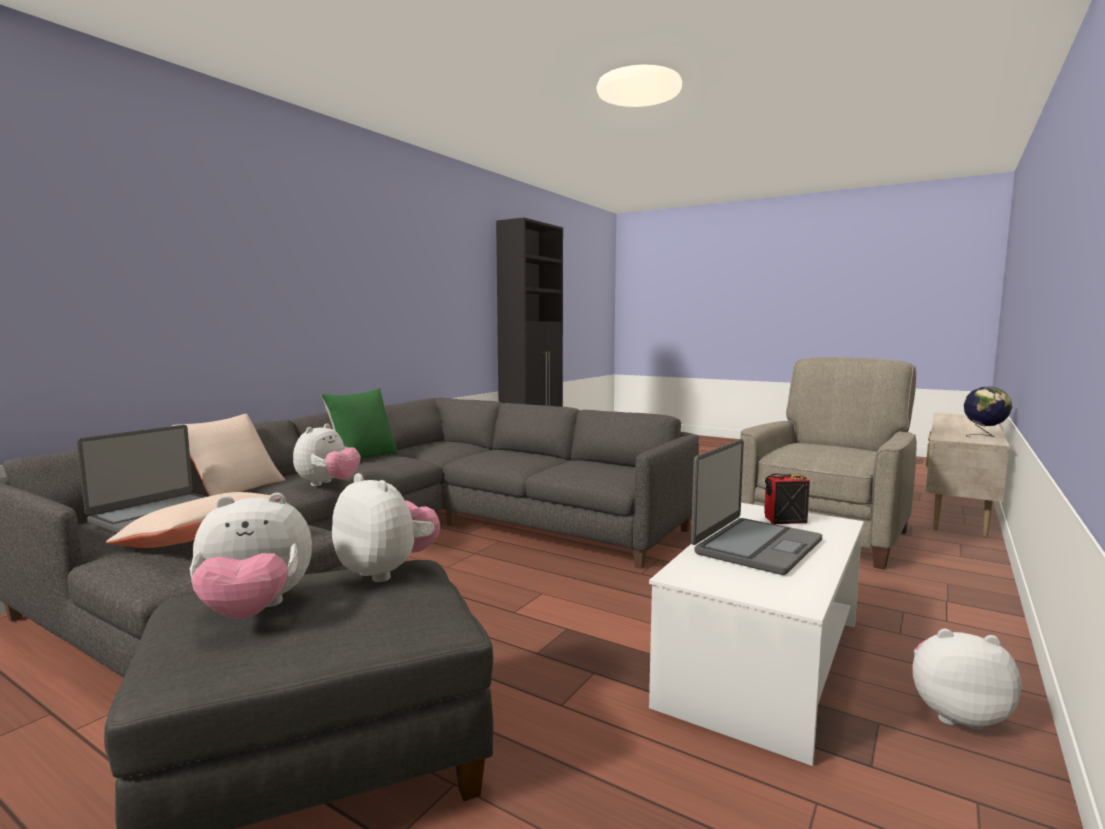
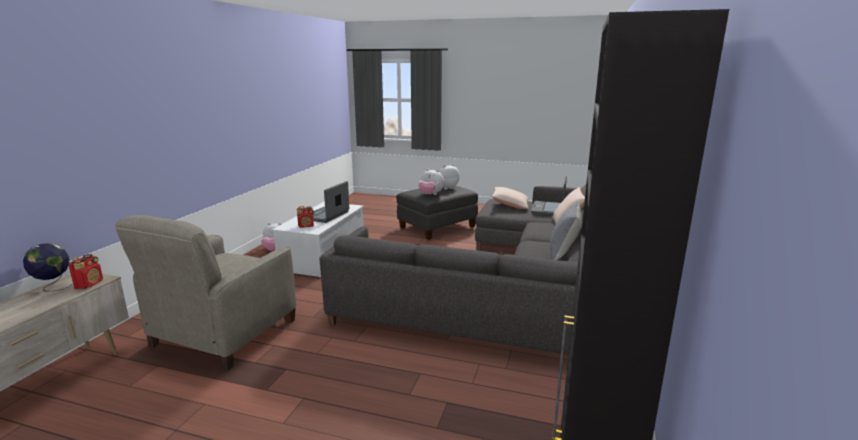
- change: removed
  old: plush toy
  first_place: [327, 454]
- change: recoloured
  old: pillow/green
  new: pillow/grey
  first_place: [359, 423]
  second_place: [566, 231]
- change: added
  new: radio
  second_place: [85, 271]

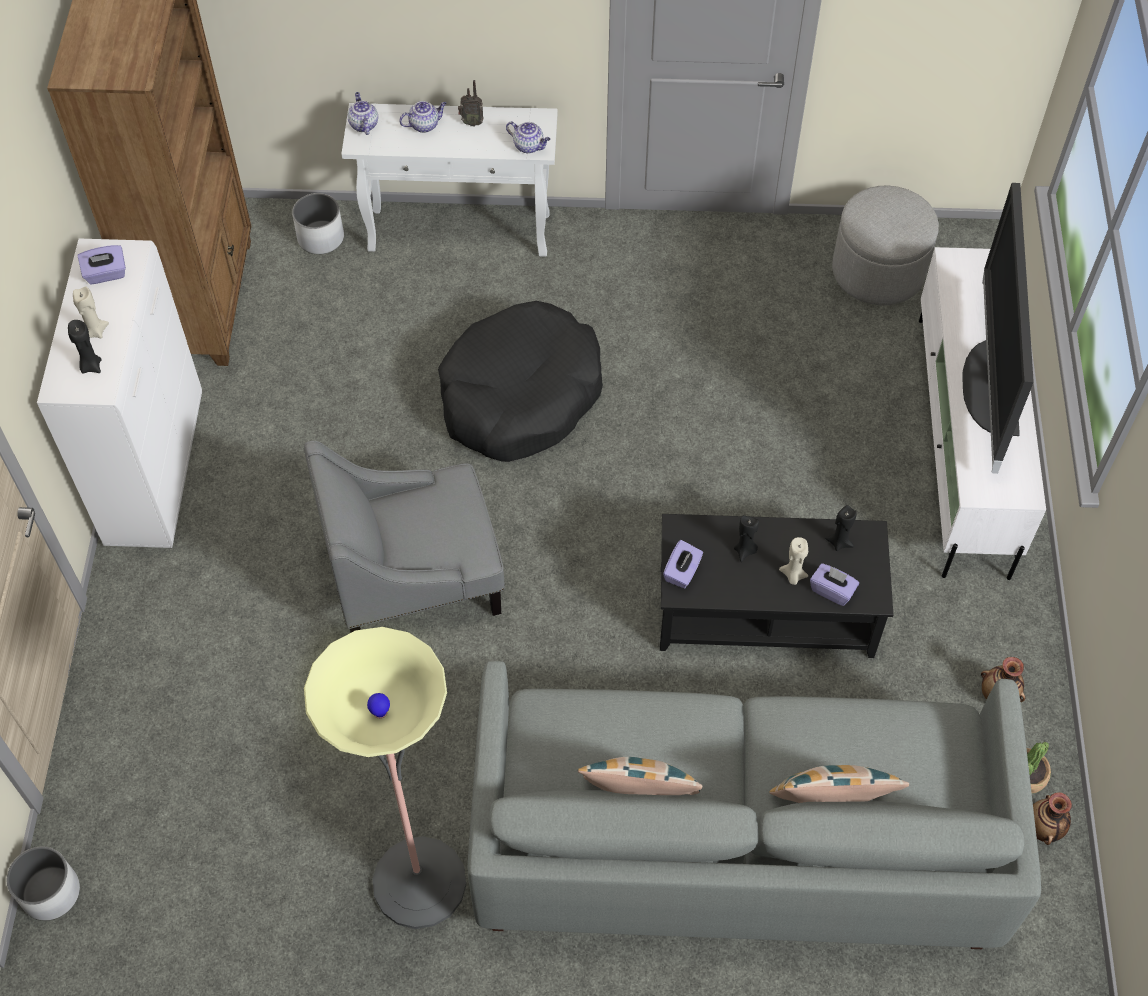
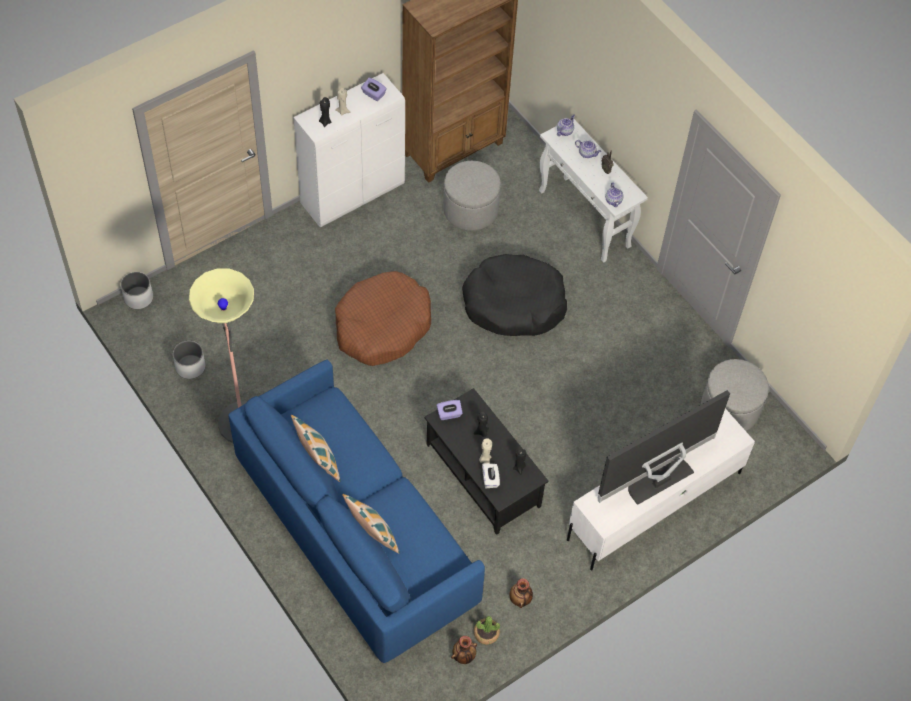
- change: moved
  old: planter/white
  first_place: [318, 223]
  second_place: [189, 360]
- change: replaced
  old: armchair/grey
  new: dog bed/brown
  first_place: [404, 536]
  second_place: [383, 318]
- change: recoloured
  old: sofa/grey
  new: sofa/blue
  first_place: [754, 805]
  second_place: [356, 511]
- change: recoloured
  old: tissue box/purple
  new: tissue box/white
  first_place: [834, 584]
  second_place: [491, 475]
- change: added
  new: ottoman/grey
  second_place: [472, 196]

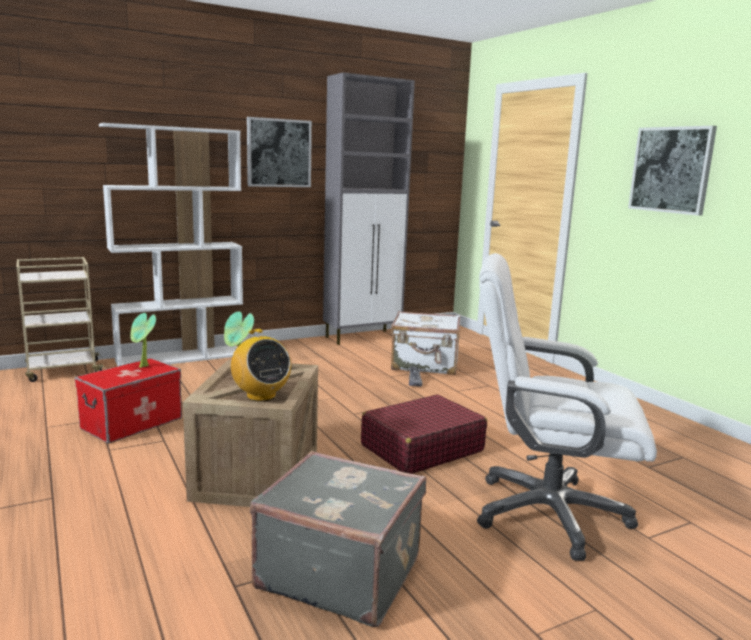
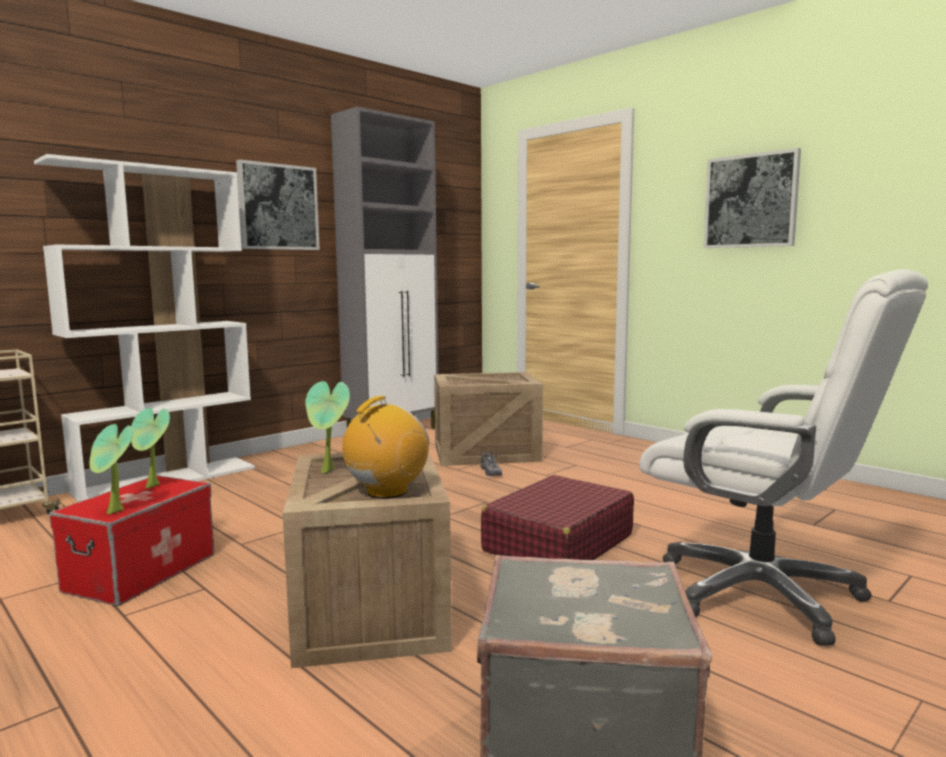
- change: turned
  old: radio
  first_place: [261, 365]
  second_place: [385, 447]
  degrees: -90
- change: replaced
  old: suitcase/white
  new: crate
  first_place: [425, 343]
  second_place: [488, 419]
- change: turned
  old: office chair/white
  first_place: [567, 407]
  second_place: [783, 457]
  degrees: -135
- change: added
  new: potted plant
  second_place: [111, 469]

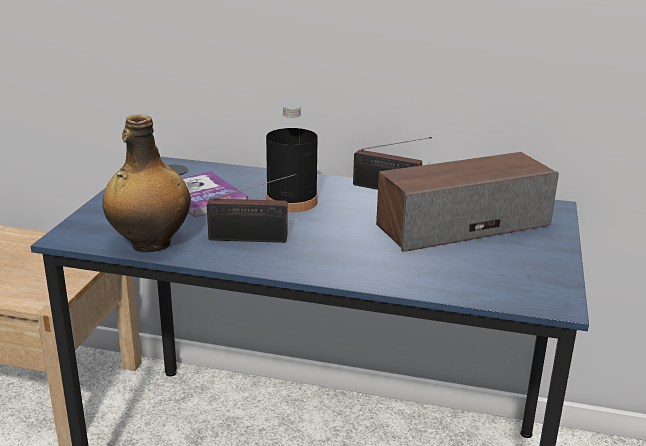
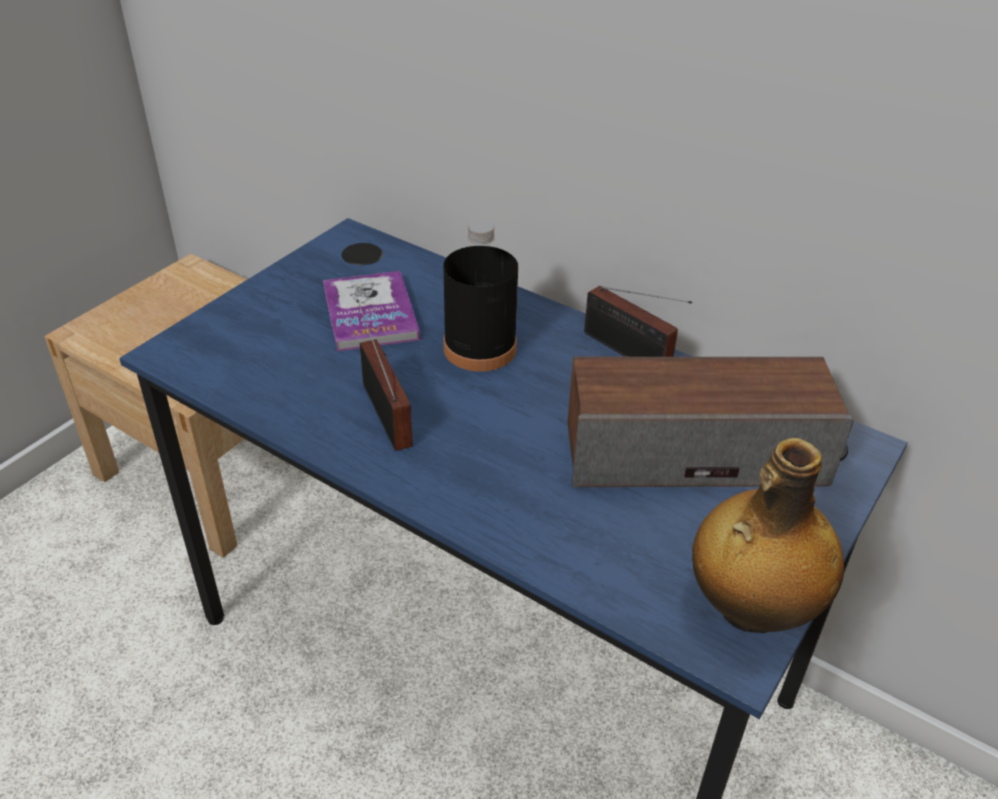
- change: moved
  old: bottle
  first_place: [146, 183]
  second_place: [768, 535]
- change: turned
  old: radio
  first_place: [252, 208]
  second_place: [384, 375]
  degrees: -135

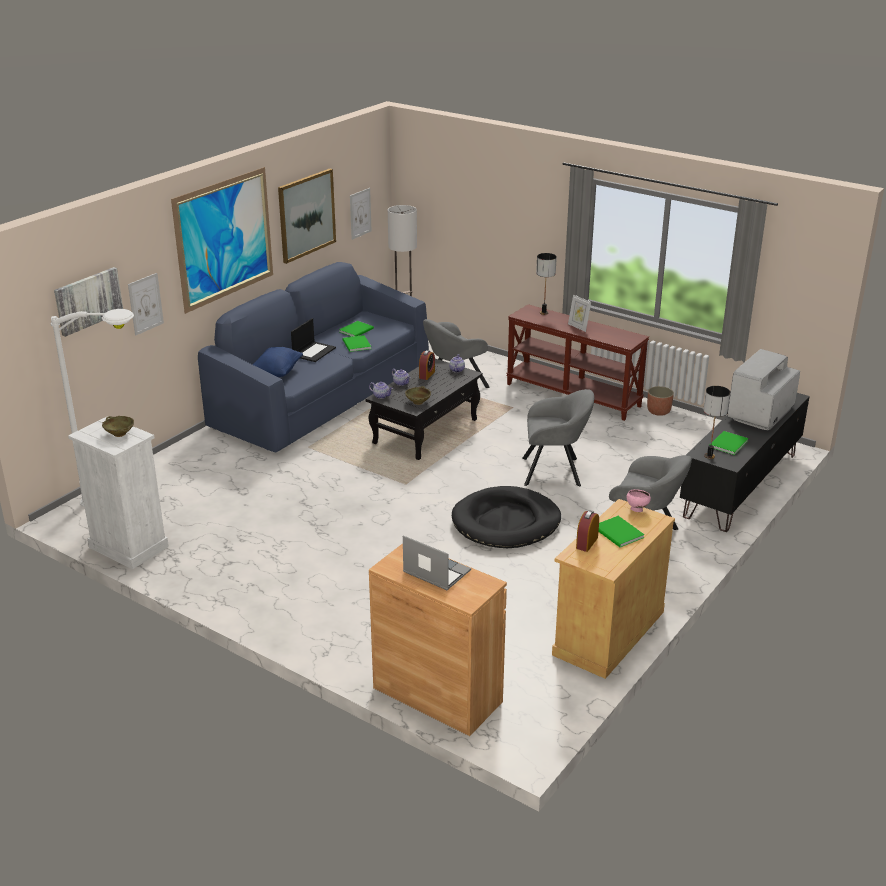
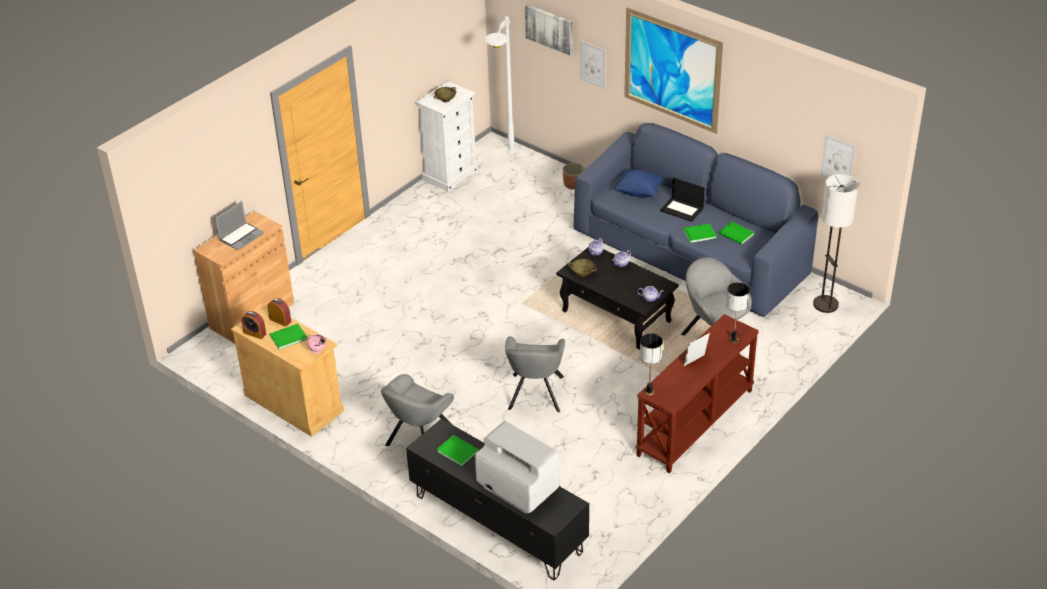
- change: removed
  old: picture
  first_place: [307, 216]
- change: moved
  old: alarm clock
  first_place: [427, 365]
  second_place: [253, 325]
- change: removed
  old: dog bed/black
  first_place: [506, 517]
- change: moved
  old: planter
  first_place: [660, 401]
  second_place: [574, 176]
- change: moved
  old: table lamp
  first_place: [716, 422]
  second_place: [651, 364]

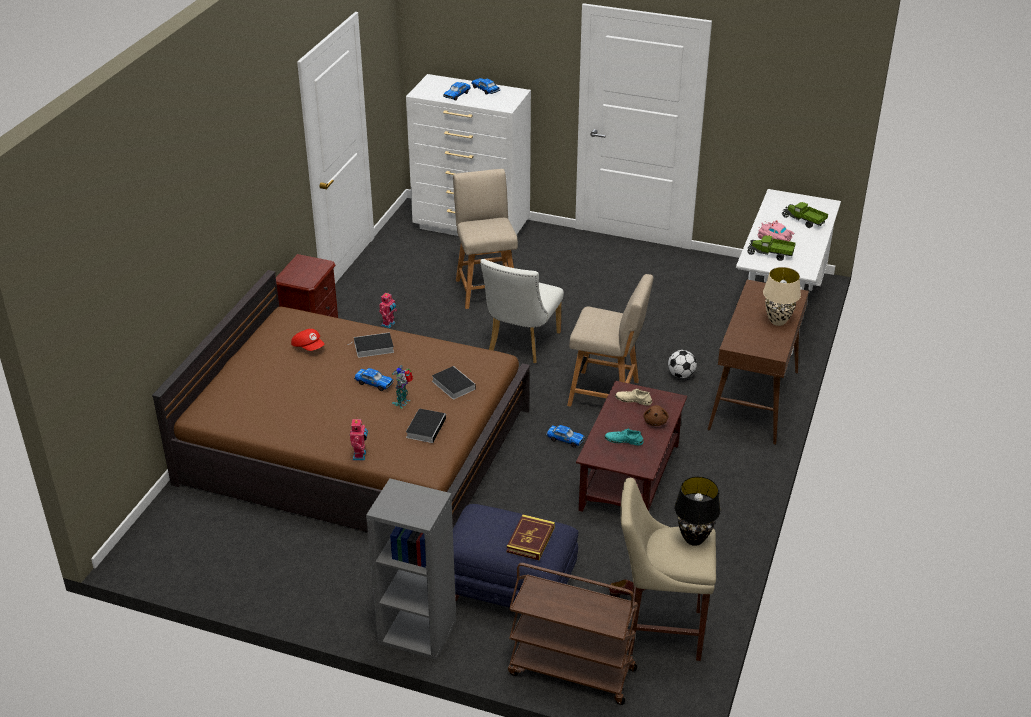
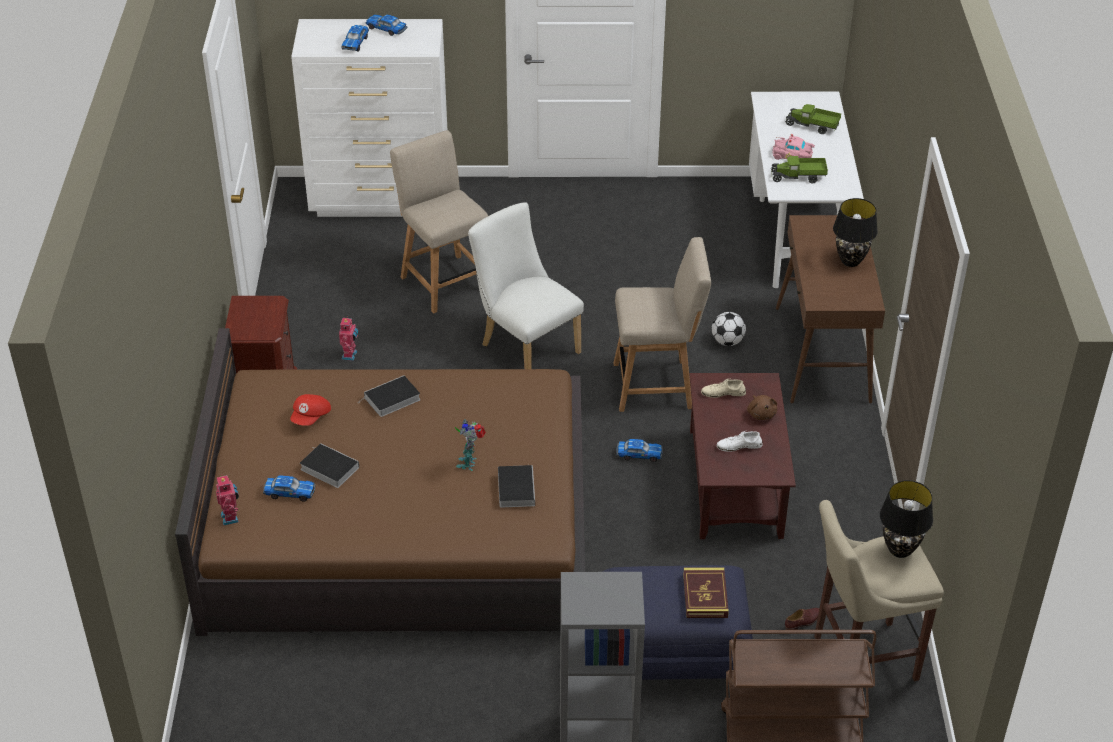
- change: turned
  old: cap/red
  first_place: [307, 340]
  second_place: [310, 410]
  degrees: 90
- change: moved
  old: toy robot
  first_place: [359, 440]
  second_place: [227, 500]
- change: moved
  old: toy car
  first_place: [374, 379]
  second_place: [289, 489]
- change: moved
  old: book
  first_place: [454, 383]
  second_place: [329, 465]
- change: turned
  old: chair/white
  first_place: [522, 311]
  second_place: [526, 286]
  degrees: 135
- change: recoloured
  old: shoe/turquoise
  new: shoe/white
  first_place: [624, 437]
  second_place: [740, 441]
- change: recoloured
  old: table lamp/beige
  new: table lamp/black
  first_place: [782, 296]
  second_place: [855, 232]

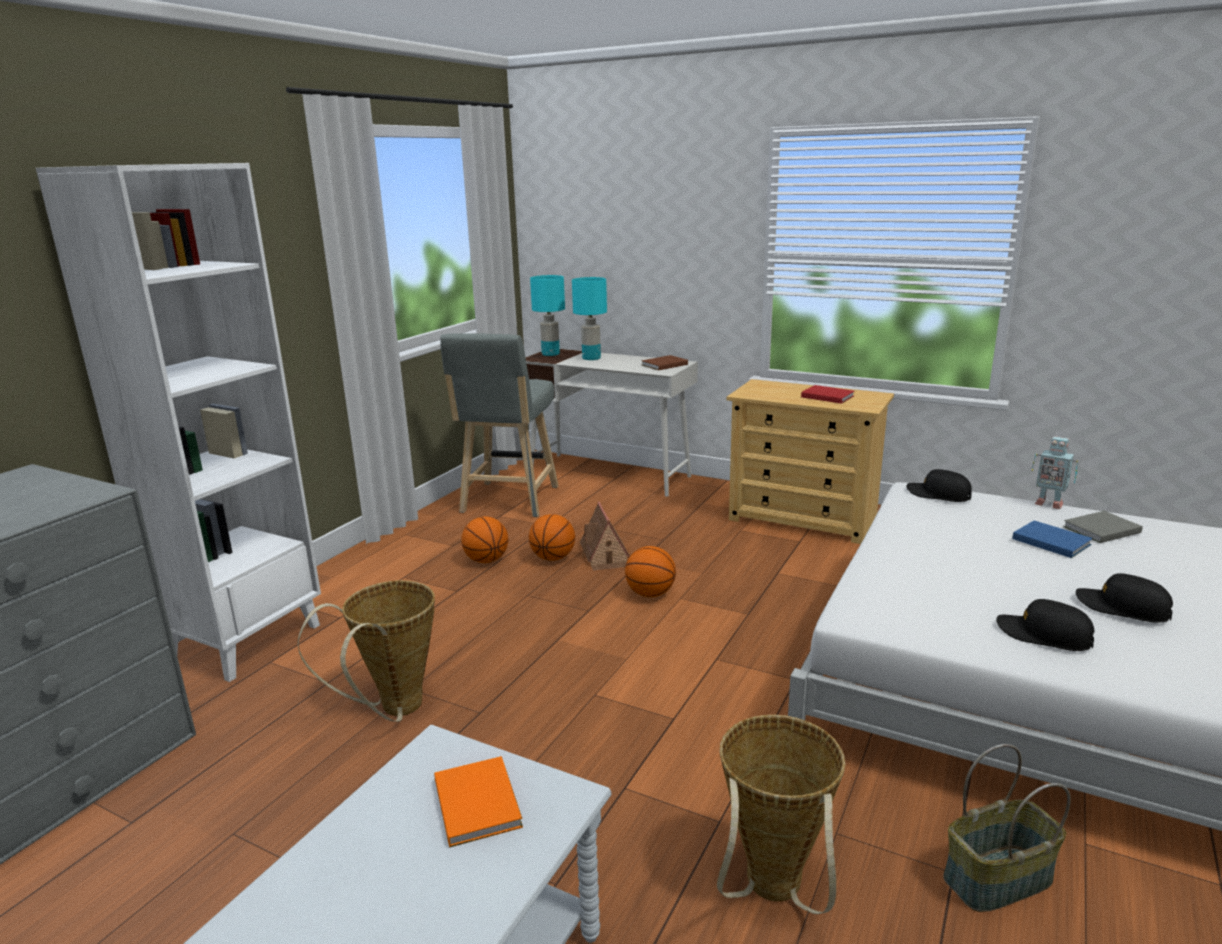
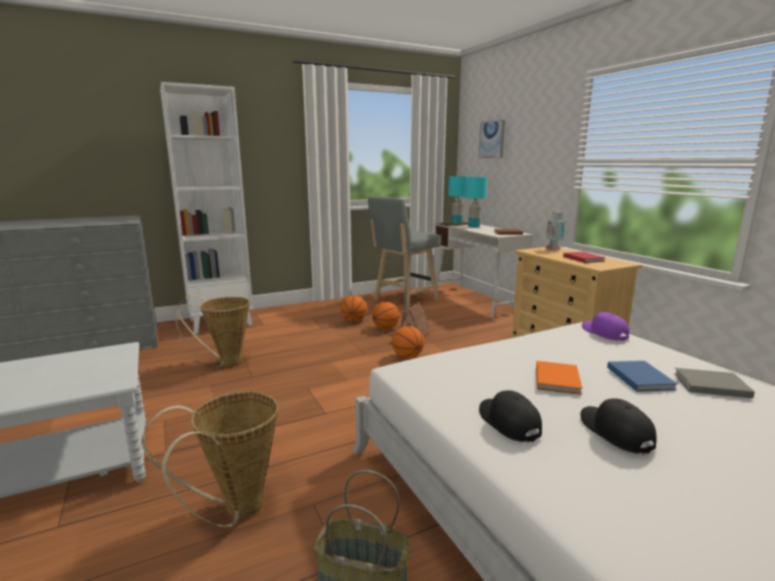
- change: moved
  old: book/orange
  first_place: [478, 801]
  second_place: [559, 378]
- change: recoloured
  old: cap/black
  new: cap/purple
  first_place: [939, 485]
  second_place: [605, 326]
- change: moved
  old: toy robot
  first_place: [1055, 472]
  second_place: [555, 231]
- change: added
  new: picture
  second_place: [491, 139]

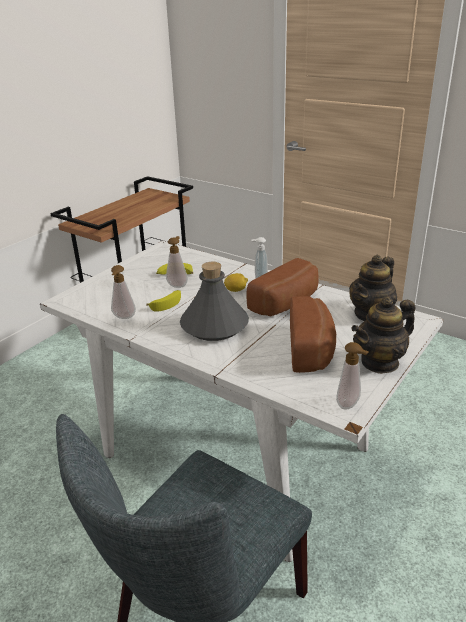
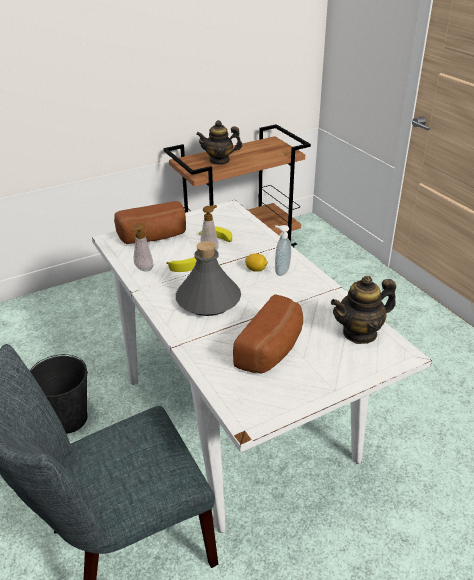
- change: moved
  old: bread
  first_place: [282, 287]
  second_place: [150, 222]
- change: removed
  old: soap dispenser
  first_place: [352, 376]
- change: moved
  old: teapot
  first_place: [383, 335]
  second_place: [219, 142]
- change: added
  new: bucket/black
  second_place: [59, 394]

